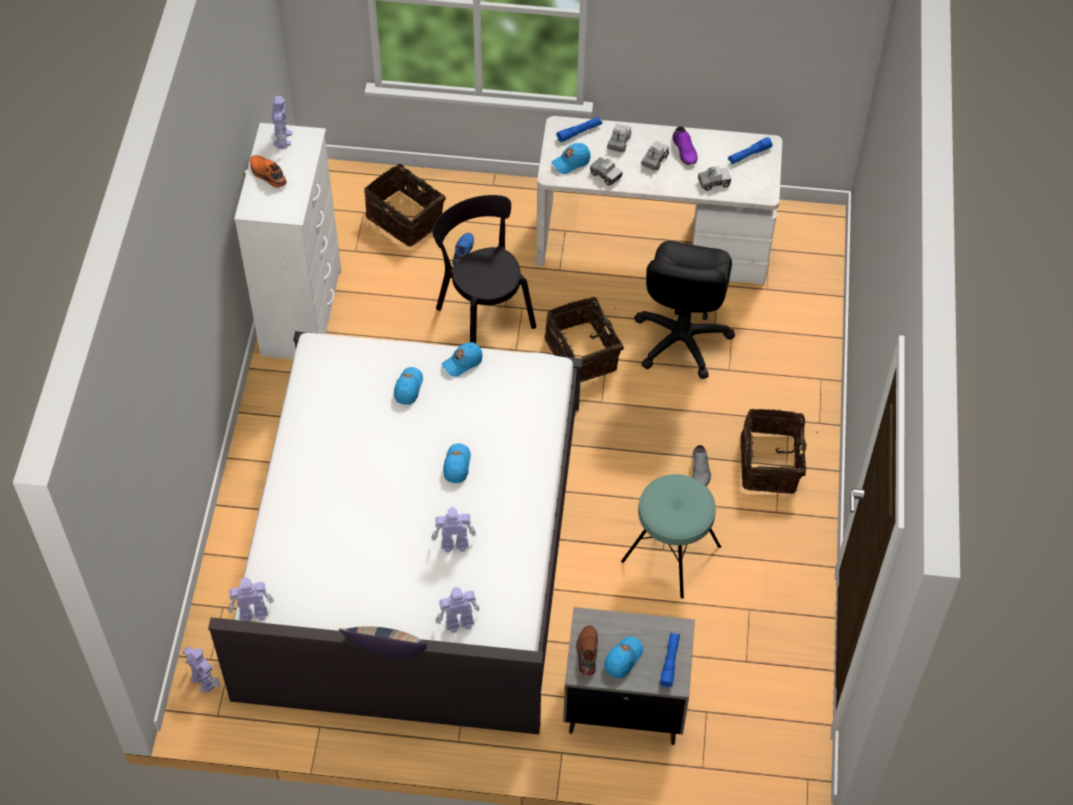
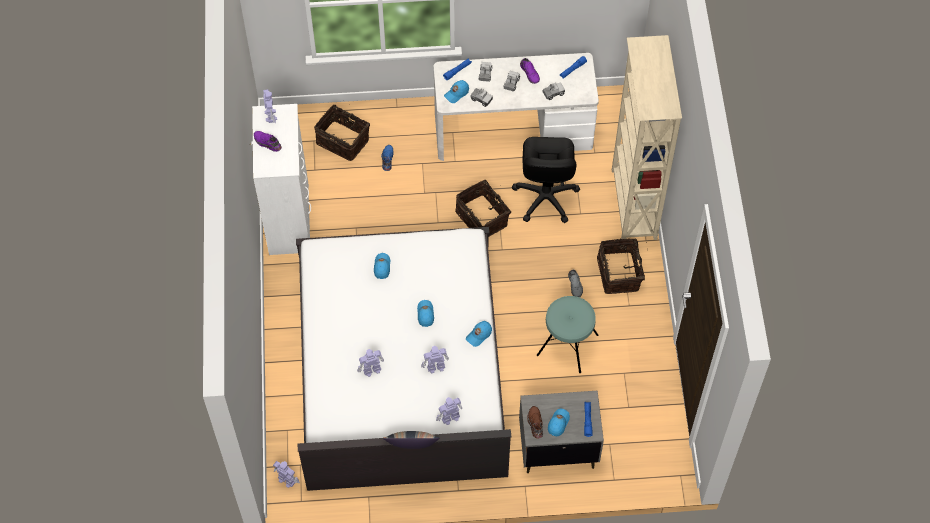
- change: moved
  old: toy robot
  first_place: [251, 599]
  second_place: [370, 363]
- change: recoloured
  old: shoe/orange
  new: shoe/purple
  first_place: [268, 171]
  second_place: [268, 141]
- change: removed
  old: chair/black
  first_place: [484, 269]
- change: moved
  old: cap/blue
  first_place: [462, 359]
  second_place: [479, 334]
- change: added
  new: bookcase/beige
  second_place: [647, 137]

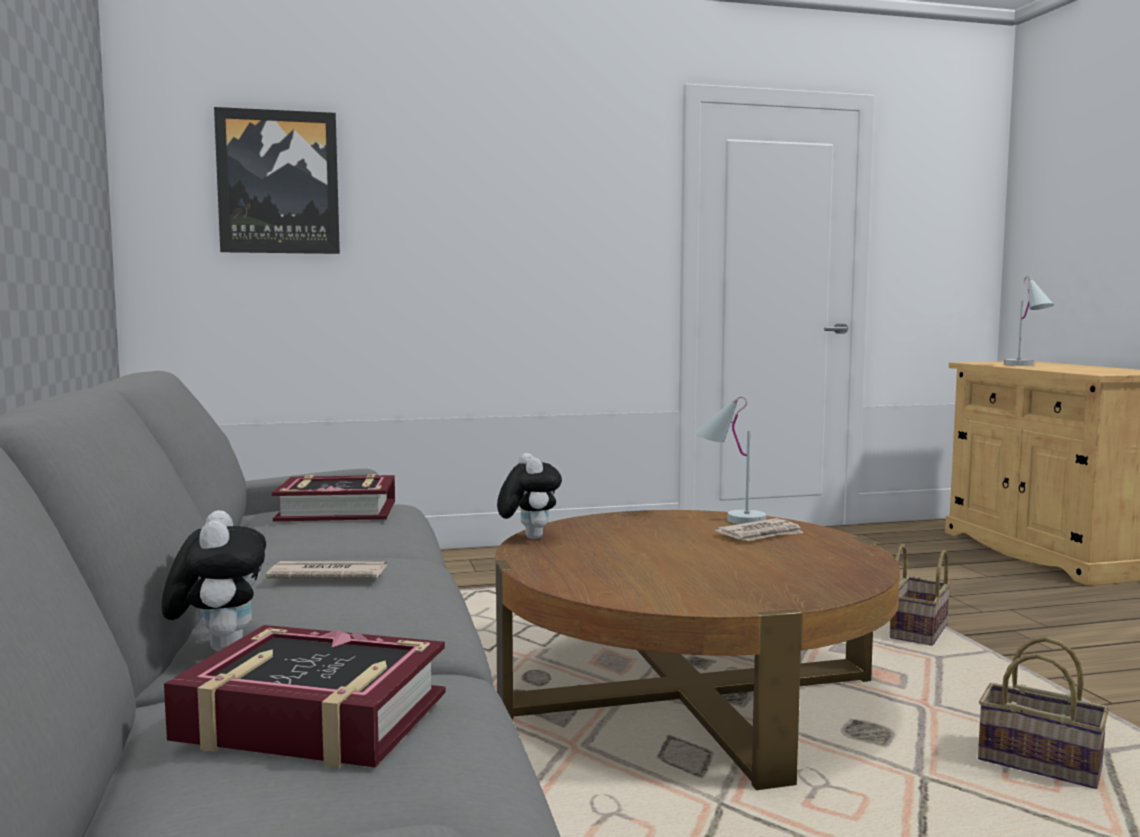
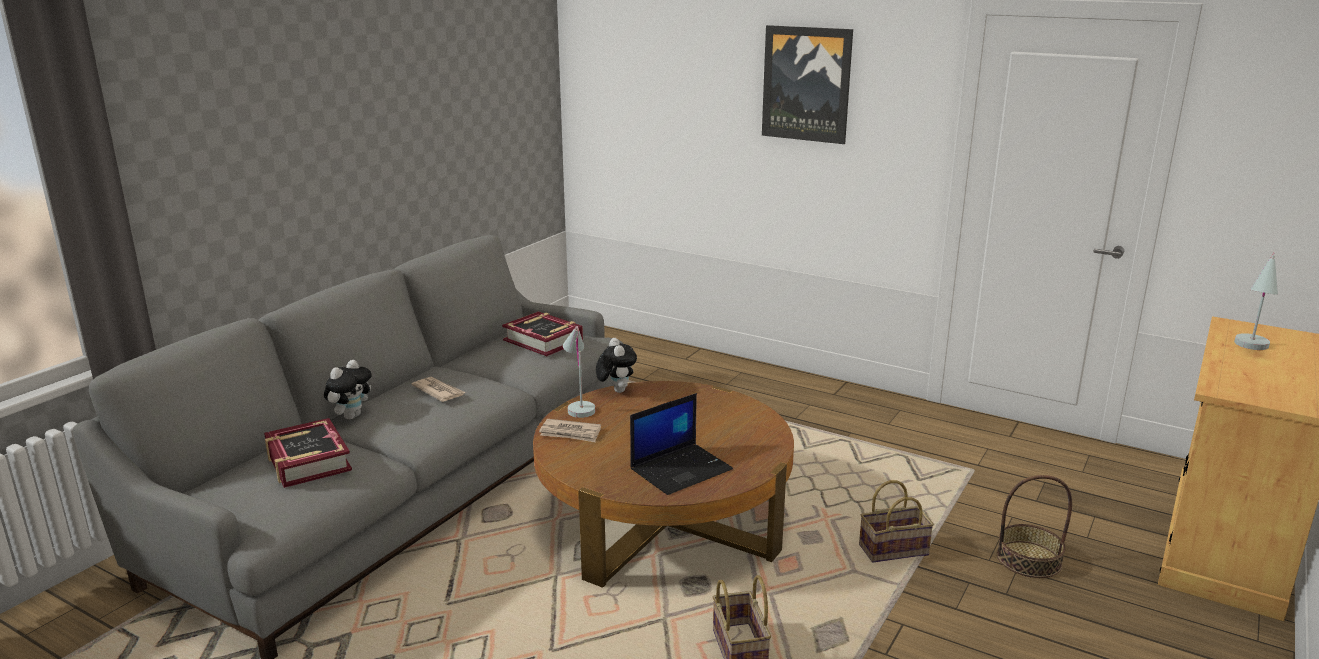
- change: moved
  old: picture
  first_place: [277, 180]
  second_place: [807, 84]
- change: turned
  old: plush toy
  first_place: [529, 496]
  second_place: [616, 365]
  degrees: -45
- change: moved
  old: table lamp/white
  first_place: [730, 460]
  second_place: [579, 372]
- change: moved
  old: newspaper
  first_place: [759, 529]
  second_place: [570, 430]
- change: added
  new: laptop
  second_place: [681, 444]
- change: added
  new: basket
  second_place: [1034, 526]

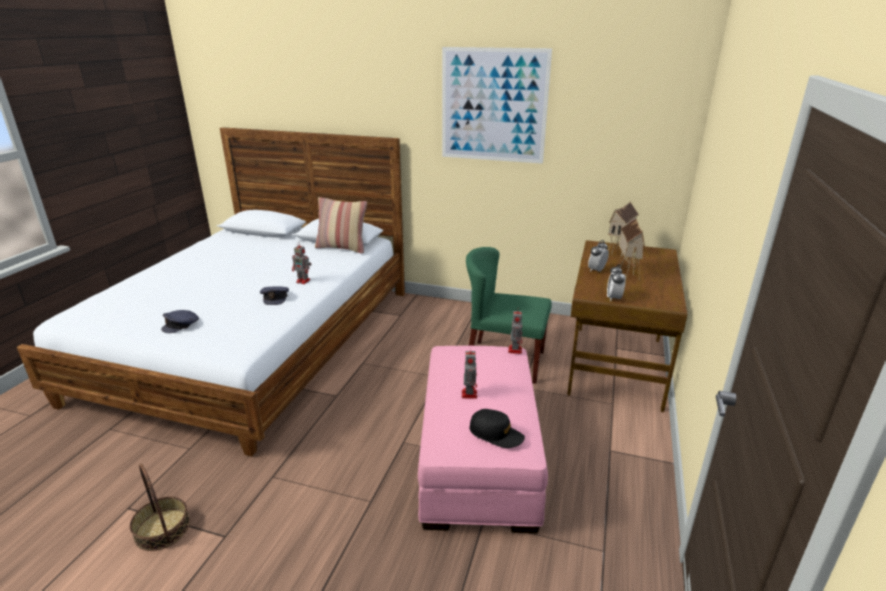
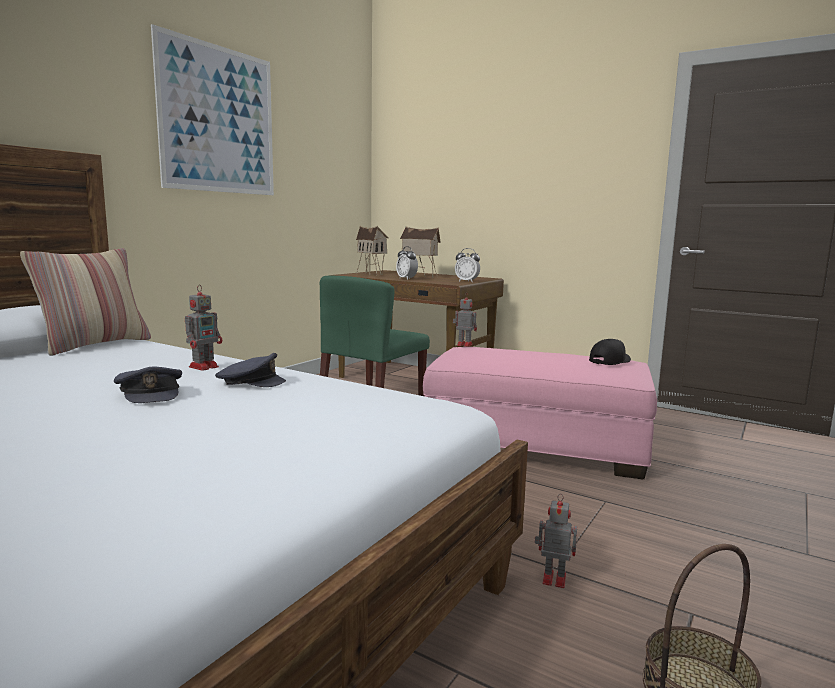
- change: moved
  old: cap/grey
  first_place: [180, 321]
  second_place: [148, 384]
- change: moved
  old: toy robot
  first_place: [469, 373]
  second_place: [555, 541]

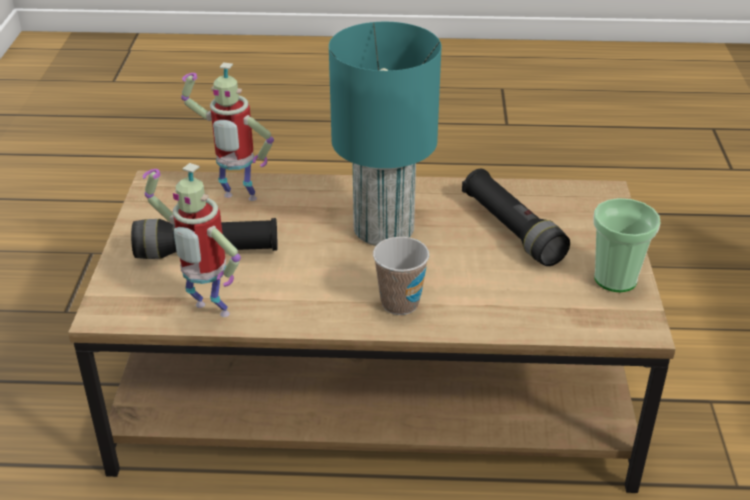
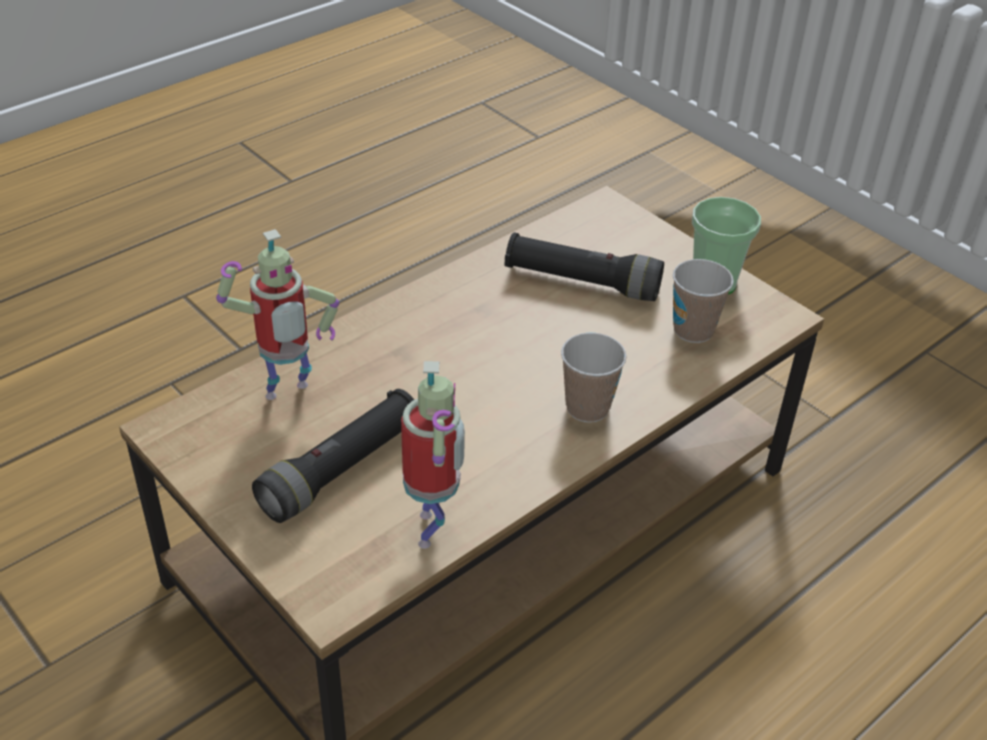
- change: turned
  old: toy robot
  first_place: [192, 240]
  second_place: [433, 455]
  degrees: -75
- change: removed
  old: table lamp/turquoise
  first_place: [385, 134]
- change: added
  new: cup
  second_place: [703, 301]

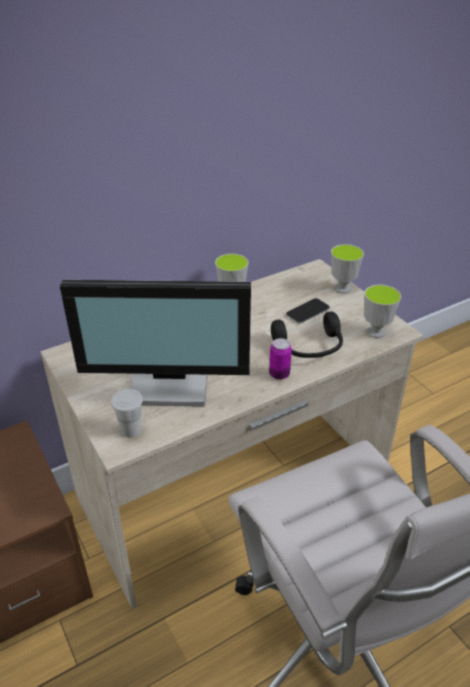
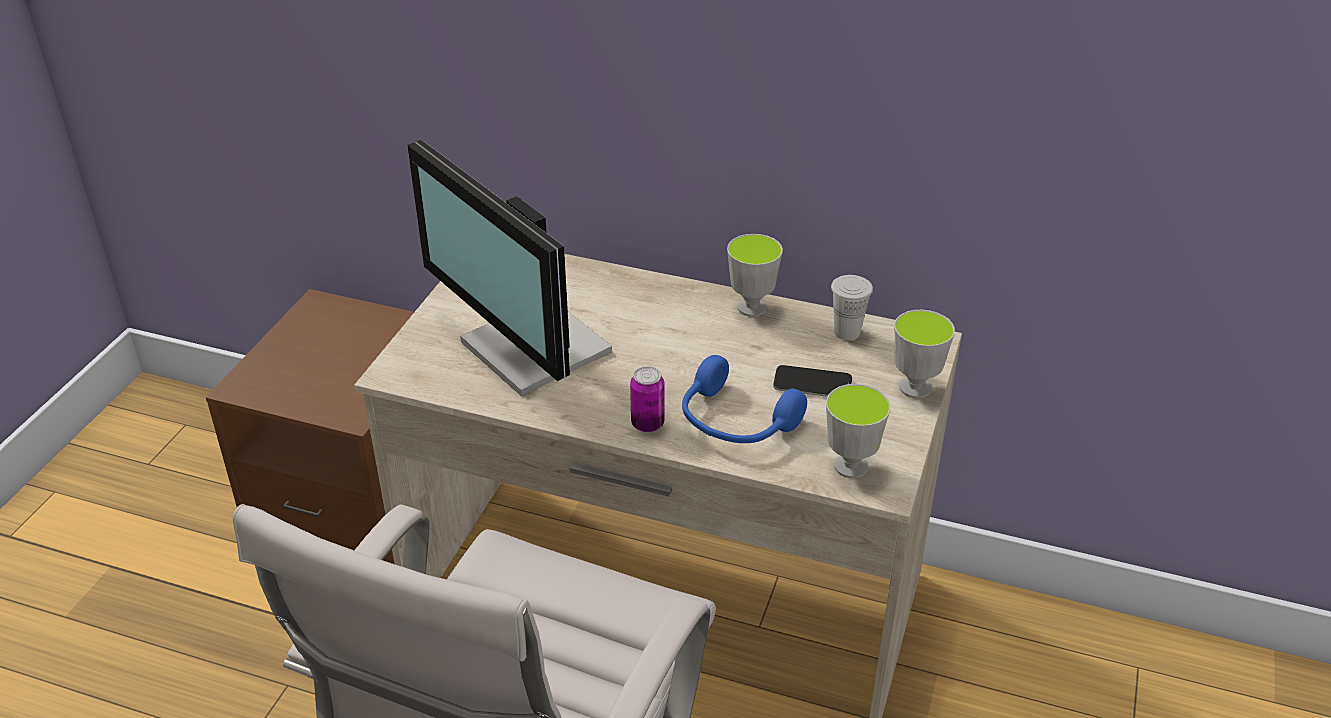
- change: moved
  old: cup/white
  first_place: [127, 413]
  second_place: [852, 308]
- change: recoloured
  old: headphones/black
  new: headphones/blue
  first_place: [307, 335]
  second_place: [744, 399]

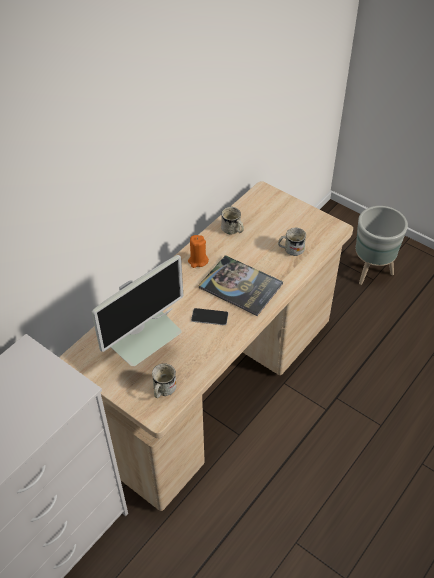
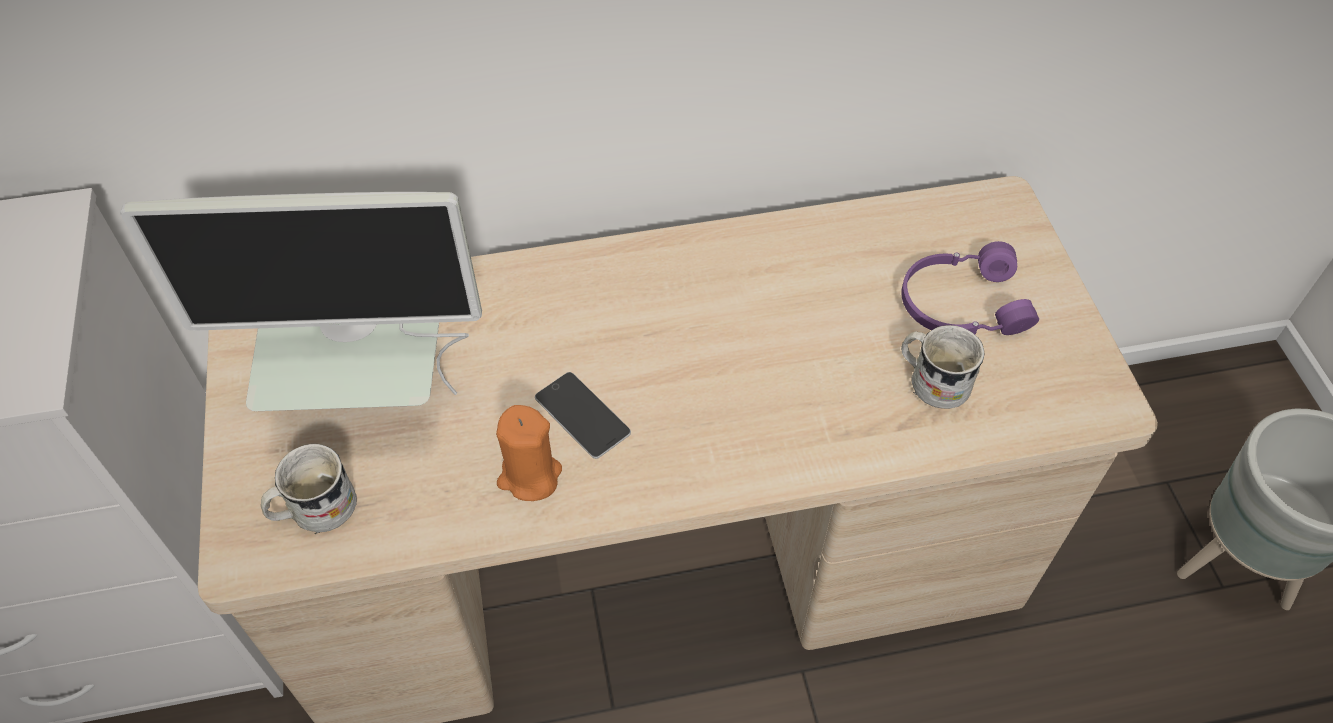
- change: moved
  old: candle/orange
  first_place: [198, 251]
  second_place: [529, 453]
- change: removed
  old: book
  first_place: [240, 285]
- change: removed
  old: mug/white
  first_place: [232, 220]
- change: added
  new: headphones/purple
  second_place: [970, 288]

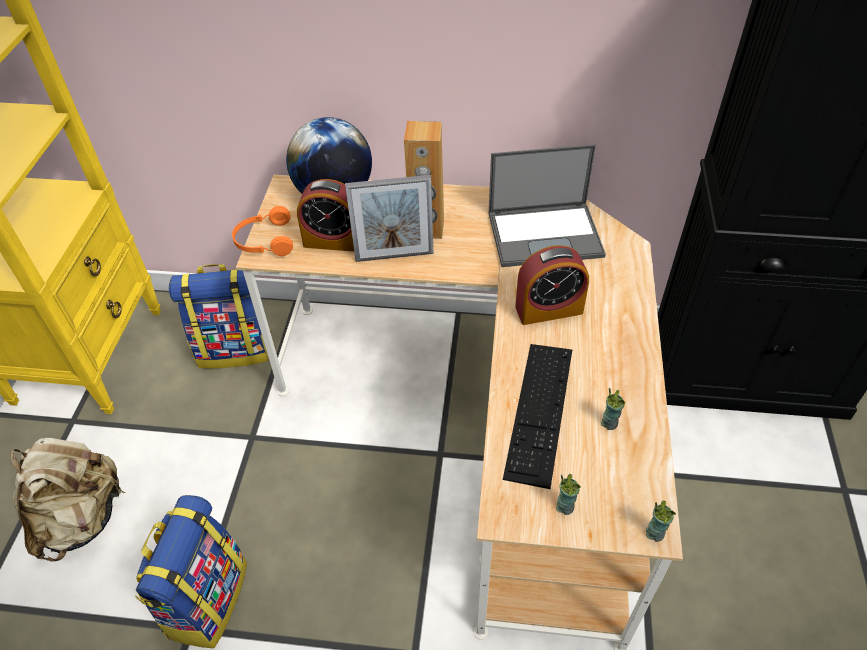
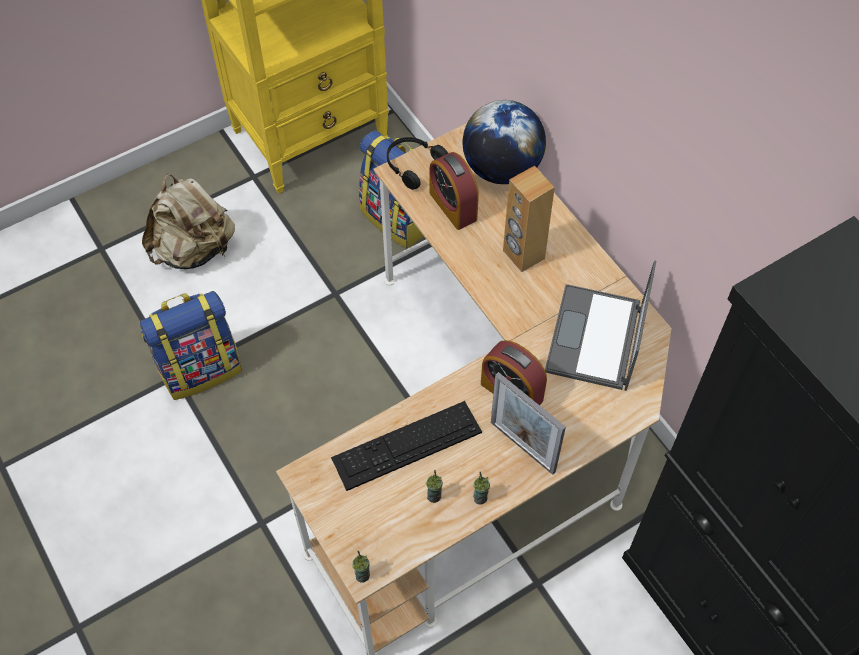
- change: recoloured
  old: headphones/orange
  new: headphones/black
  first_place: [262, 231]
  second_place: [417, 163]
- change: moved
  old: picture frame
  first_place: [389, 218]
  second_place: [528, 423]
- change: turned
  old: laptop
  first_place: [547, 205]
  second_place: [600, 325]
  degrees: 60
- change: moved
  old: cup
  first_place: [568, 494]
  second_place: [481, 488]

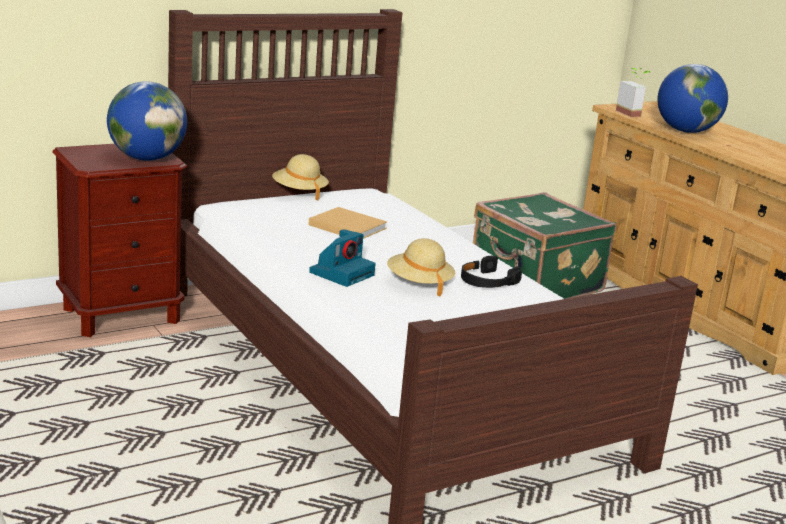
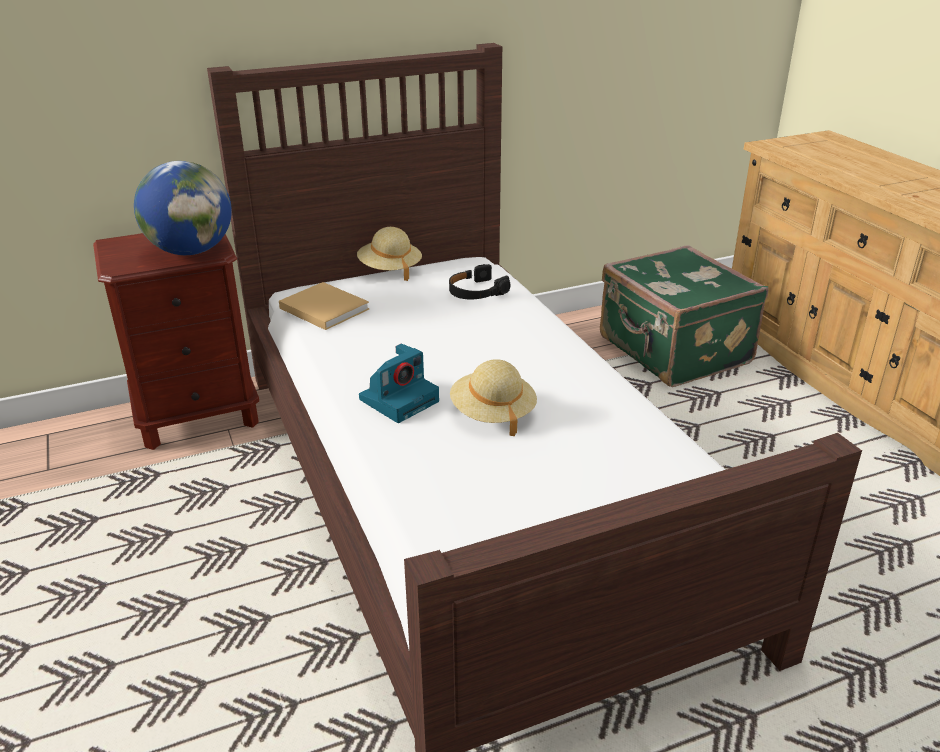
- change: moved
  old: book/beige
  first_place: [347, 223]
  second_place: [324, 306]
- change: moved
  old: headphones/black
  first_place: [491, 272]
  second_place: [479, 281]
- change: removed
  old: potted plant
  first_place: [633, 92]
- change: removed
  old: globe
  first_place: [693, 98]

